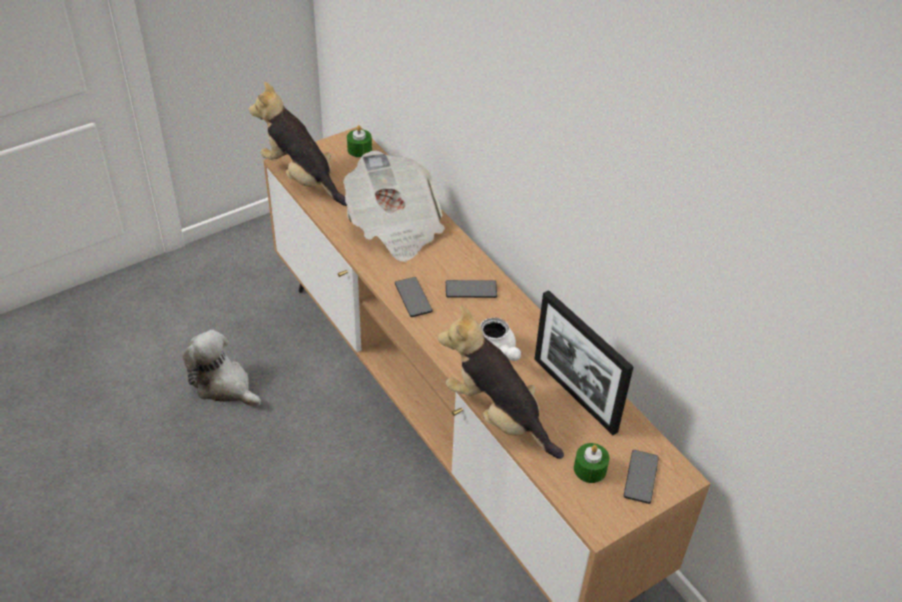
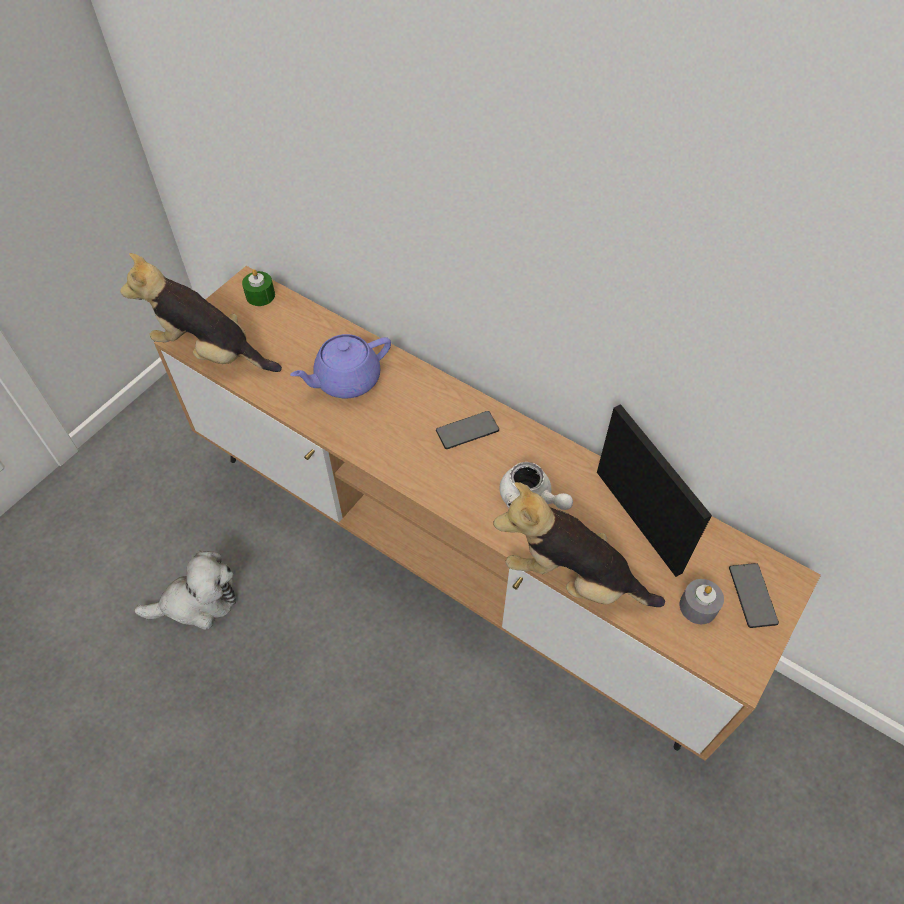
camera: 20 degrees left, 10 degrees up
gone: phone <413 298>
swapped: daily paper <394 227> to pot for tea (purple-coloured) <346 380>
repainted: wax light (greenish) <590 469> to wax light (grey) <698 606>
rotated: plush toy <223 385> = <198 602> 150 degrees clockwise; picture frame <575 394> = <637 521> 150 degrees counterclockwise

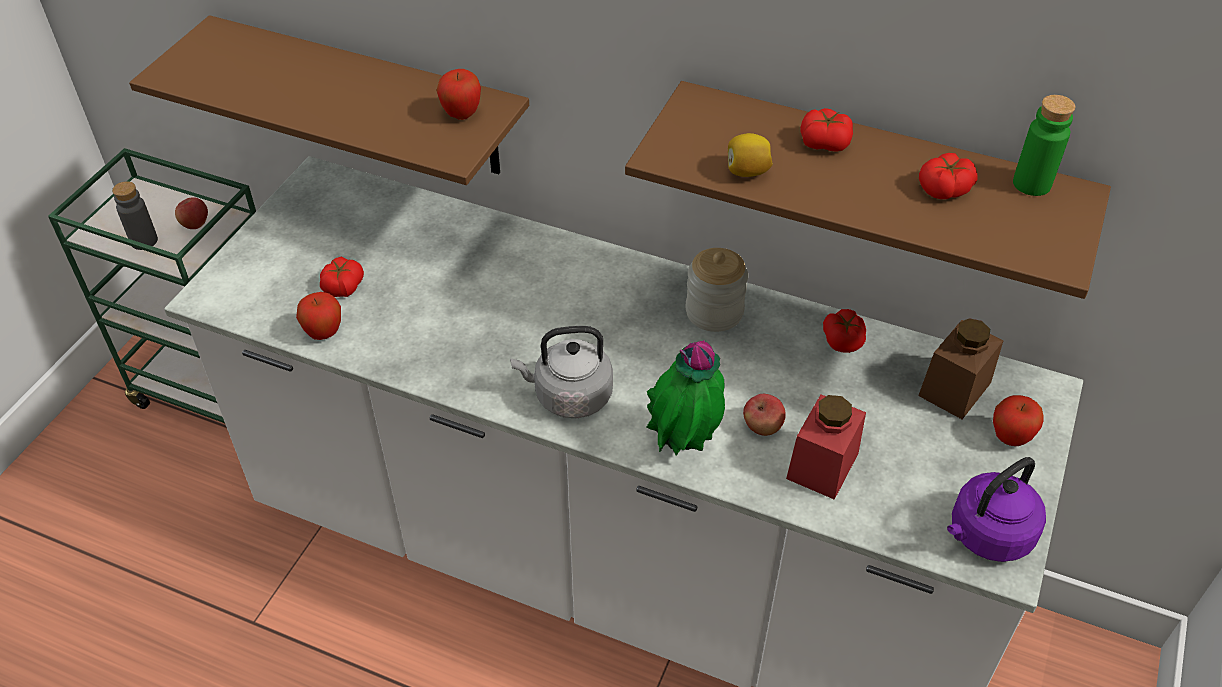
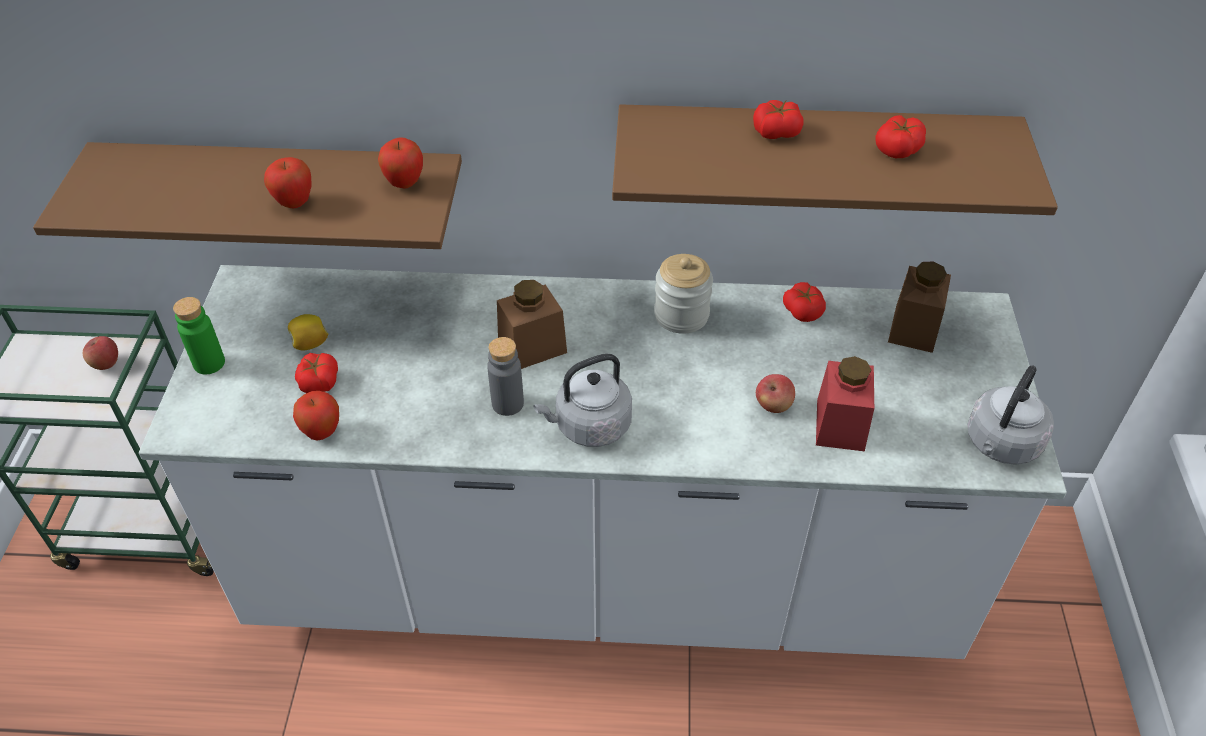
camera: 20 degrees left, 0 degrees up
gone: potted plant <684 446>
new: storage jar (brown) <532 347>
shifted: bottle (greenish) <1031 184> to <209 363>; apple <1010 438> to <294 203>; citrus fruit <747 171> to <310 344>; bottle (grey) <144 241> to <507 403>
repainted: water kettle (purple-coloured) <987 535> to water kettle (grey) <1000 445>

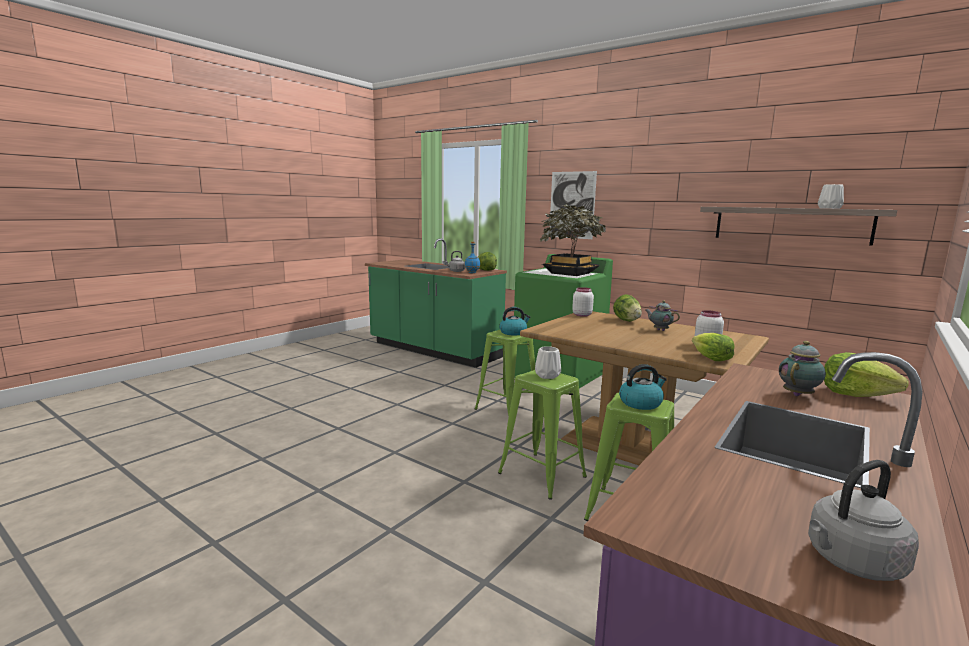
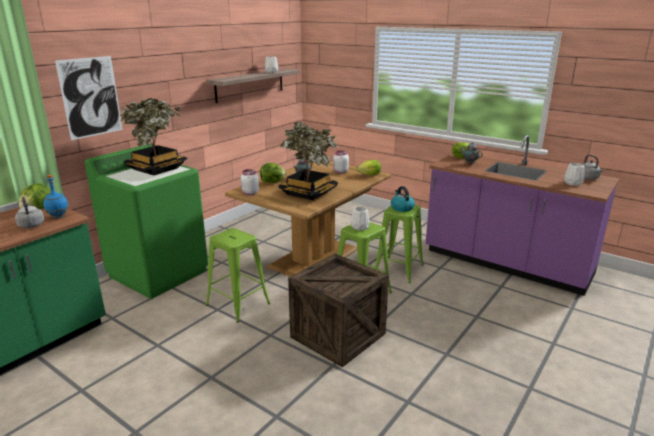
camera: 90 degrees left, 10 degrees up
gone: water kettle <513 332>
new: potted plant <308 193>; crate <338 335>; flower vase (whitish) <573 183>

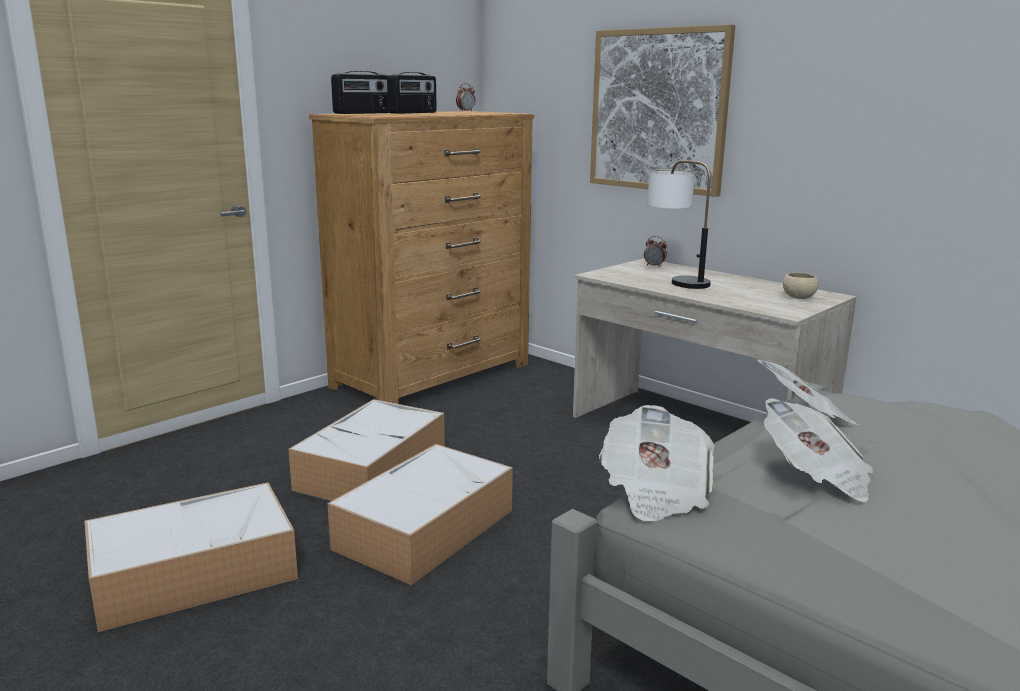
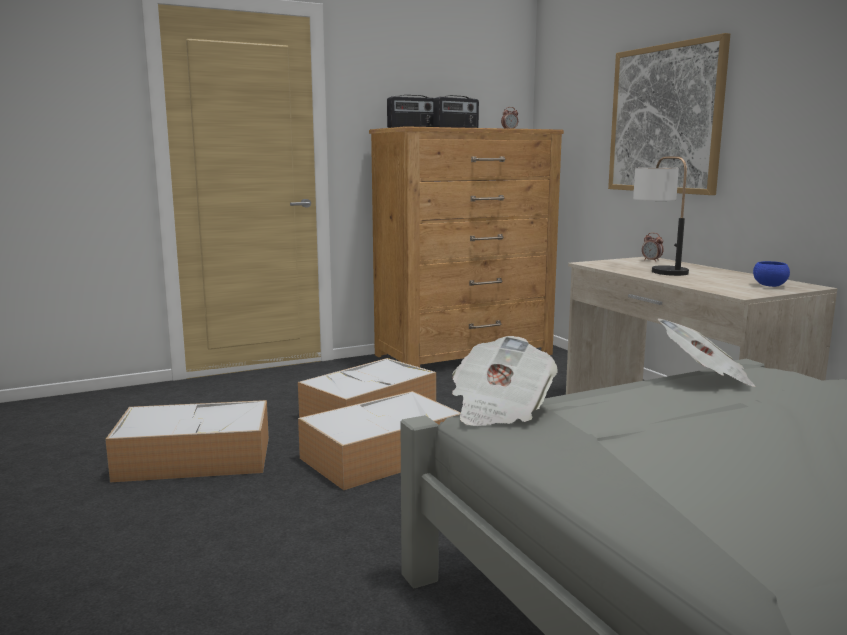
camera: 20 degrees right, 5 degrees down
gone: daily paper <816 477>
repainted: deep dish (sand-coloured) <799 297> to deep dish (blue) <769 285>

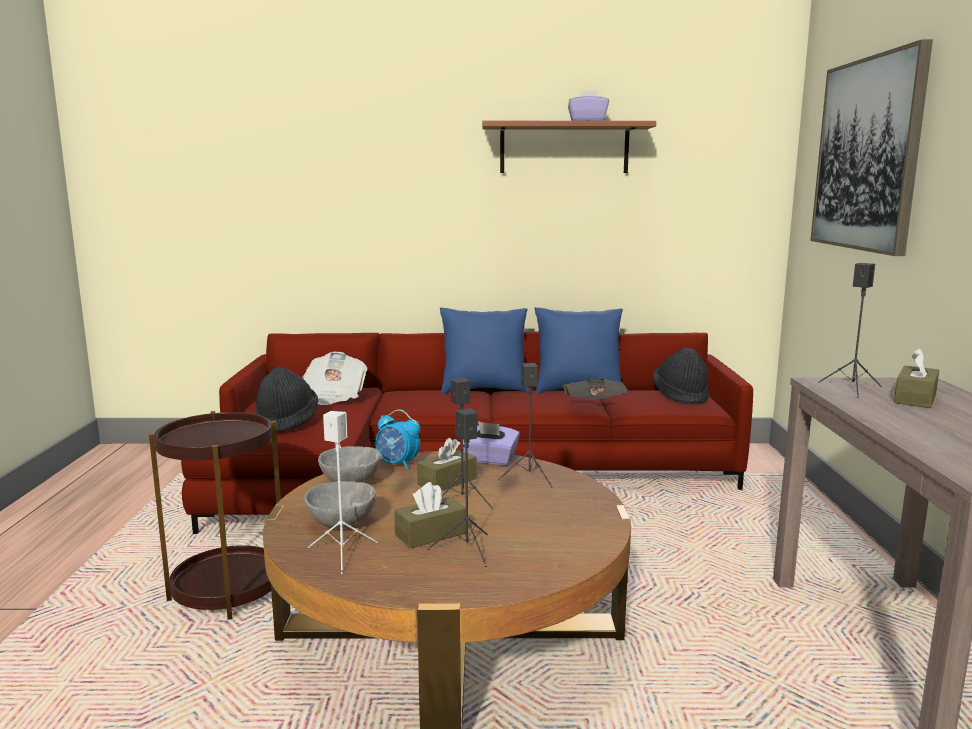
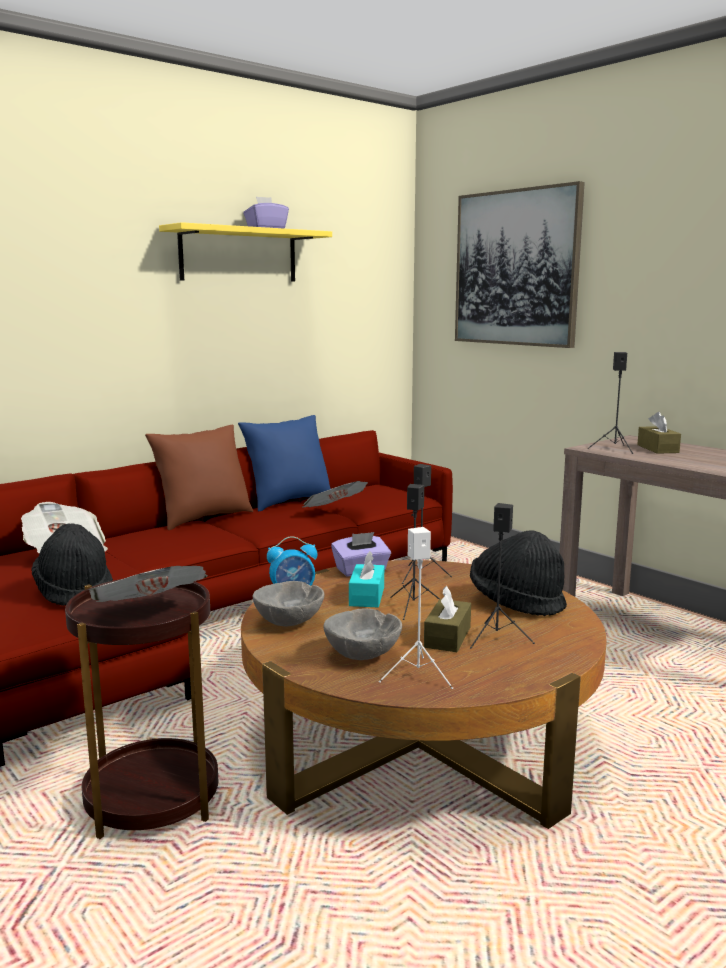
camera: 40 degrees left, 0 degrees up
new: daily paper <150 615>
shifted: wearable hat (black) <681 396> to <516 602>
repainted: throw pillow (blue) <484 390> to throw pillow (brown) <203 518>; wall shelf (brown) <564 148> to wall shelf (yellow) <239 255>; tissue holder (brown) <447 481> to tissue holder (blue-green) <367 596>

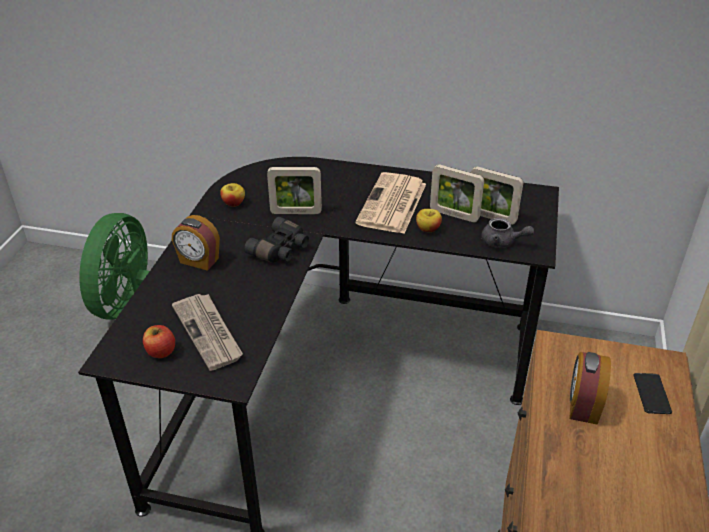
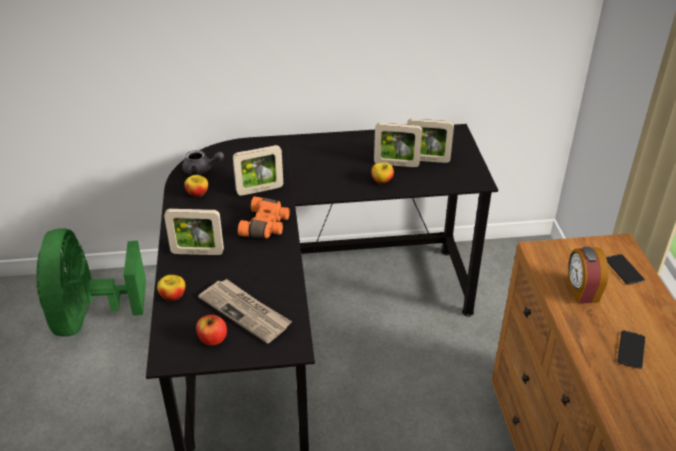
camera: 20 degrees left, 0 degrees up
gone: daily paper <392 204>
new: apple <173 296>; phone <631 350>
shifted: pot for tea (grey) <502 242> to <201 170>
swapped: alarm clock <198 261> to picture frame <197 252>
repainted: binoculars (black) <281 250> to binoculars (orangey) <266 226>

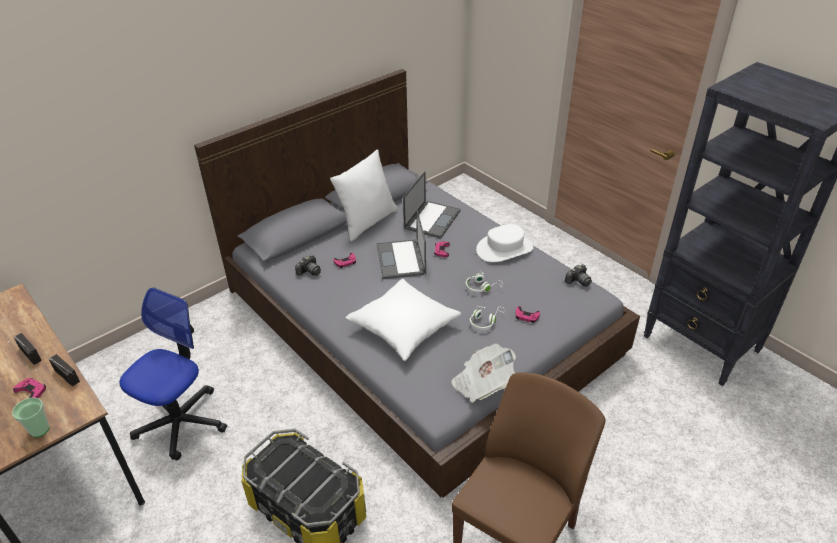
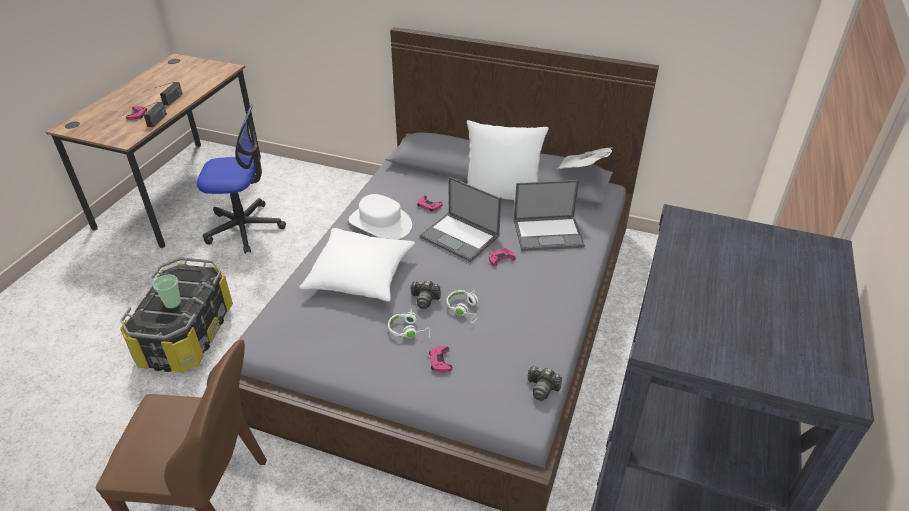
camera: 60 degrees right, 0 degrees up
shifted: drinking cup <39 429> to <172 303>; wearable hat (whitish) <504 249> to <380 223>; photo camera <309 271> to <425 299>; daily paper <482 383> to <582 170>
rotated: notebook computer <401 260> = <460 237> 105 degrees counterclockwise

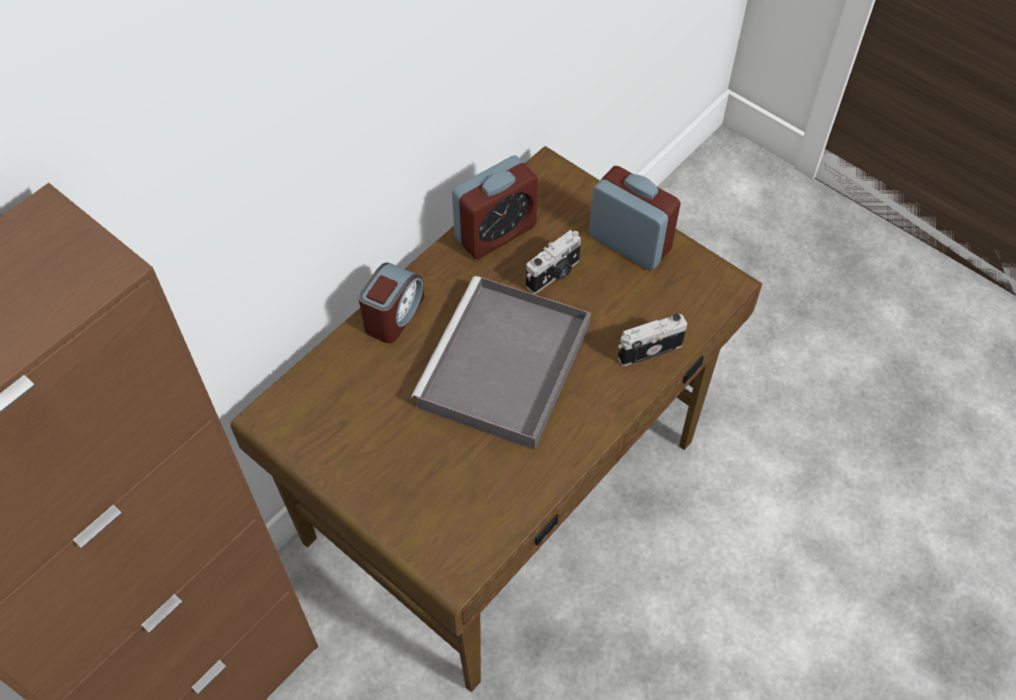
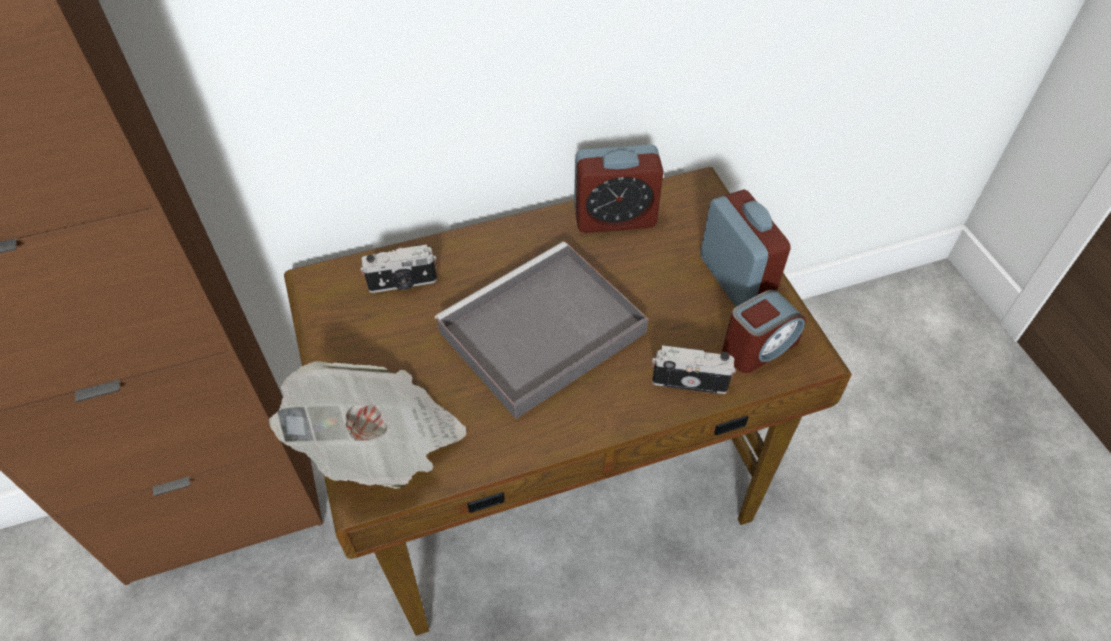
camera: 30 degrees right, 5 degrees down
new: daily paper <381 443>
shifted: photo camera <554 274> to <403 284>; alarm clock <393 315> to <758 347>

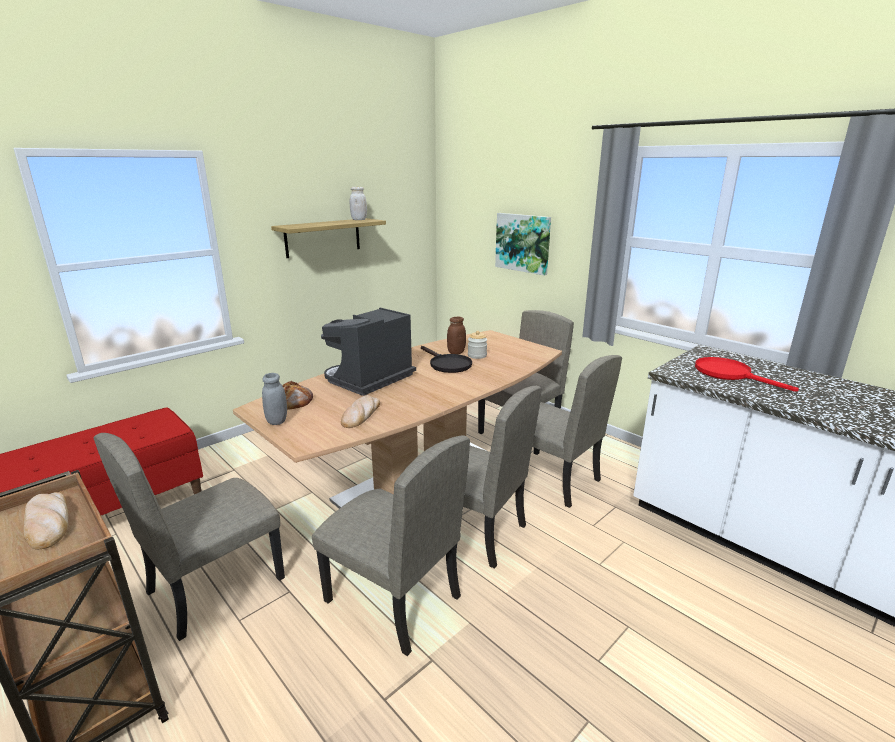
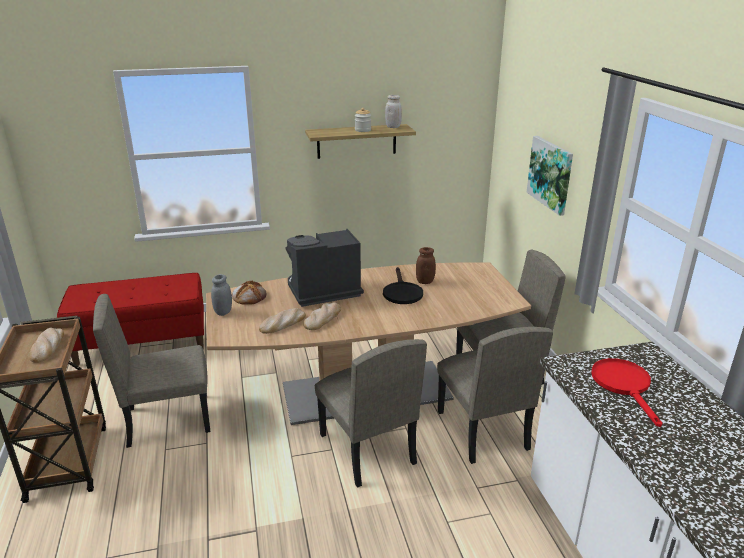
camera: 30 degrees right, 5 degrees up
gone: upright chair (sand-coloured) <392 599>
new: bakery bread <322 318>
shifted: storage jar <477 355> to <363 130>

